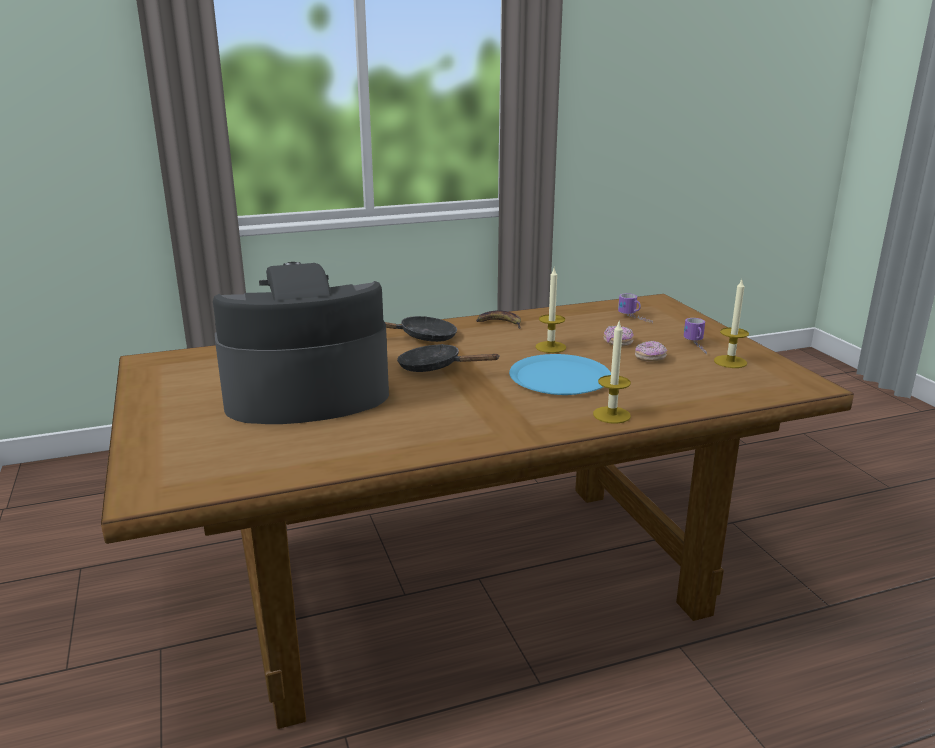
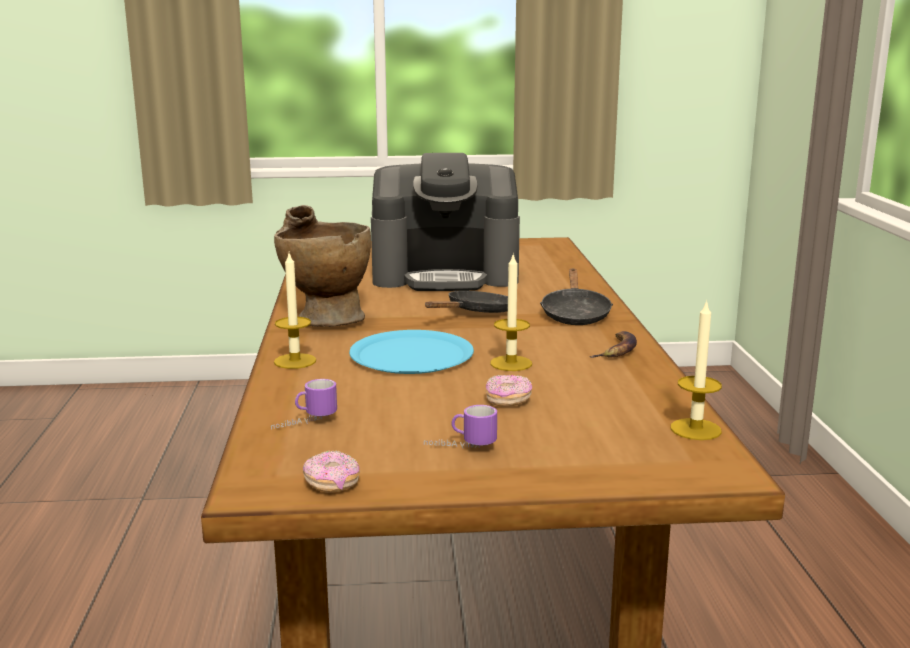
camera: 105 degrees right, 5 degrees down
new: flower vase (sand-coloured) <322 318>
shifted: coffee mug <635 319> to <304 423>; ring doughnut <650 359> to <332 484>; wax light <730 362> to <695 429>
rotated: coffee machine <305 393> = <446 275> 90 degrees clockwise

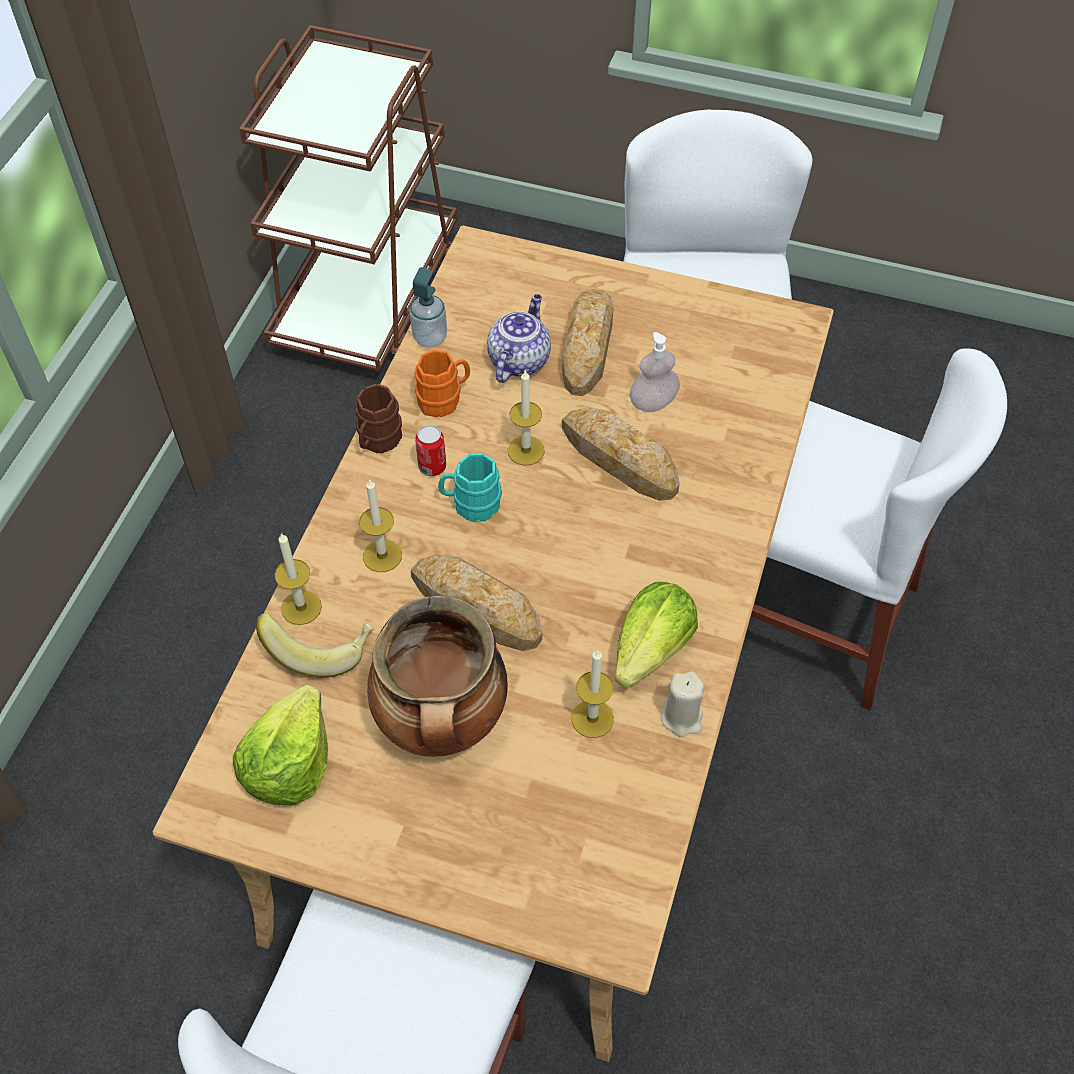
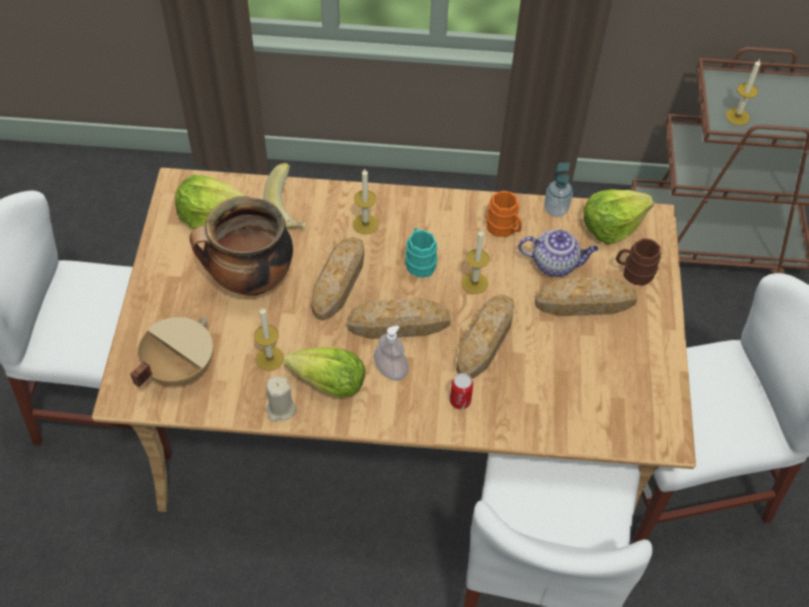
camera: 75 degrees right, 0 degrees up
new: cooking pot (sand-coloured) <179 367>; bakery bread <398 324>; head of lettuce <611 225>
shifted: soap bottle <653 402> to <391 369>; sealed can <432 466> to <460 401>; coffee mug (brown) <377 440> to <633 272>; wax light <301 607> to <737 116>

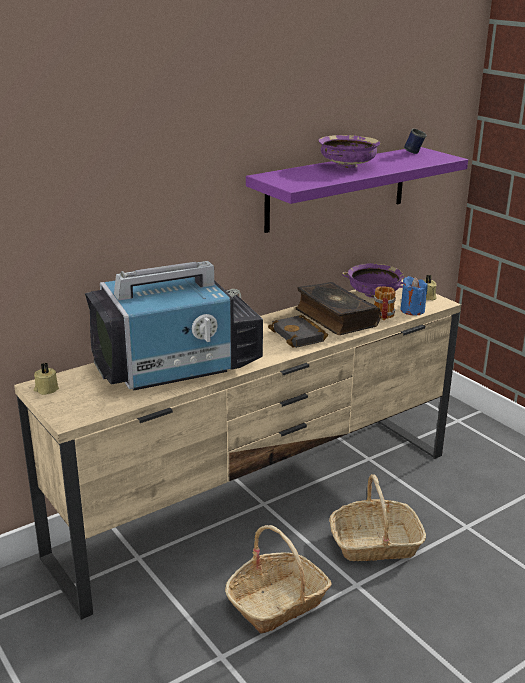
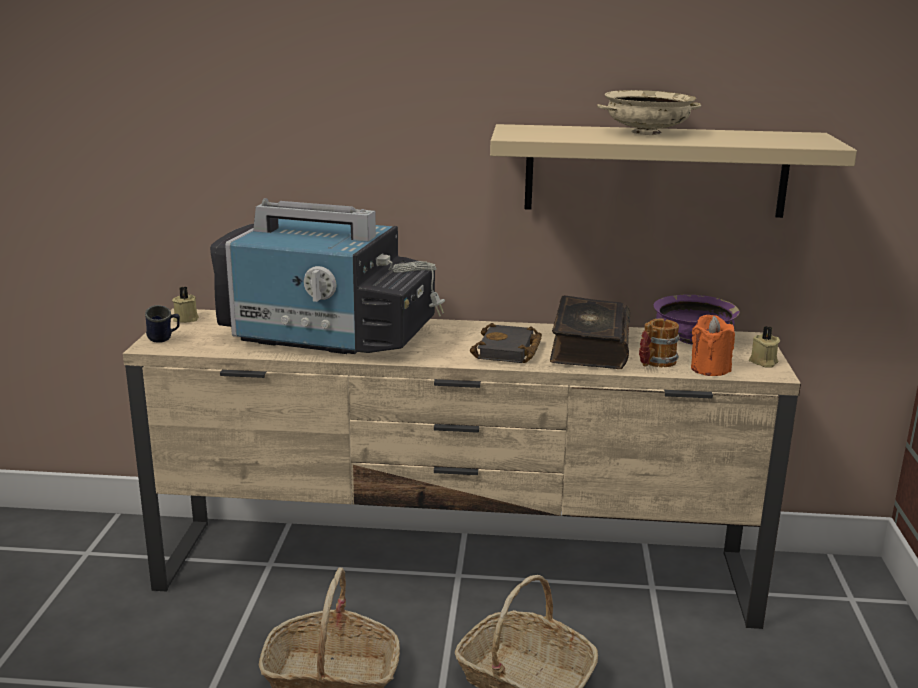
camera: 40 degrees right, 5 degrees down
shifted: coffee mug (blue) <414 152> to <164 340>
repainted: wall shelf (purple-coloured) <337 188> to wall shelf (sand-coloured) <655 171>; deep dish (purple-coloured) <348 166> to deep dish (sand-coloured) <647 133>; wax light (blue) <412 310> to wax light (orangey) <709 369>

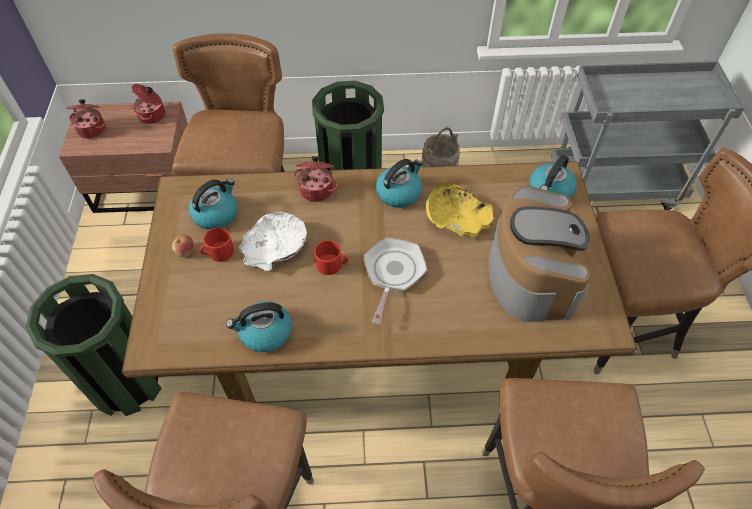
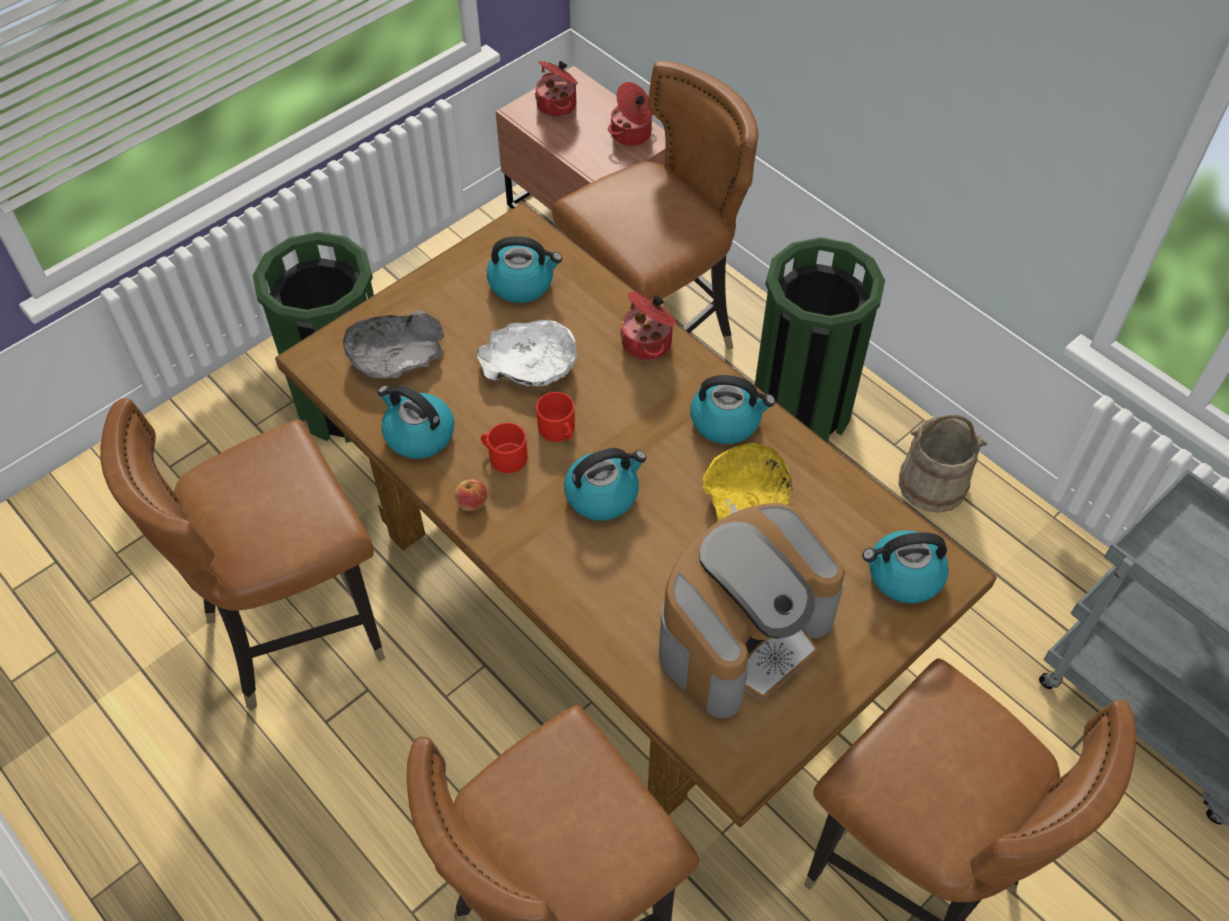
camera: 50 degrees right, 0 degrees up
new: deep dish (grey) <395 356>
shifted: apple <185 251> to <472 502>; coffee mug (reddish) <217 252> to <504 456>
swapped: pan <393 273> to water kettle <603 494>

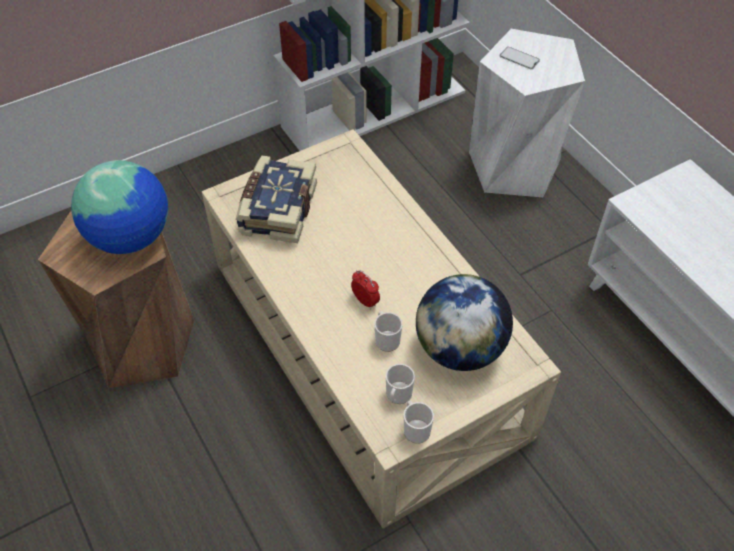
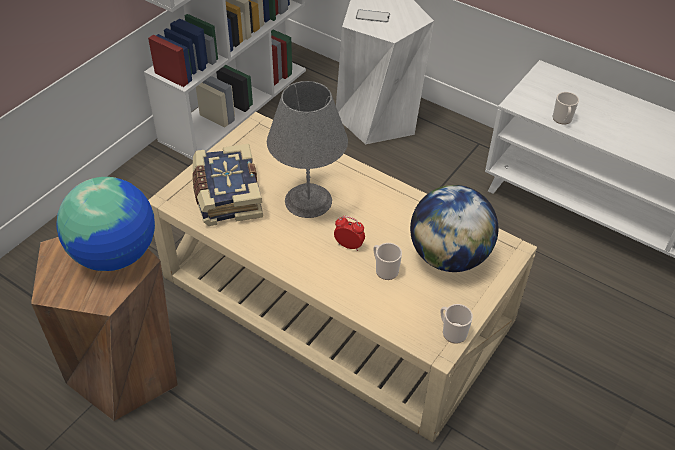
camera: 25 degrees left, 5 degrees down
new: lamp for a table (grey) <309 201>
shifted: coffee mug <397 395> to <562 120>

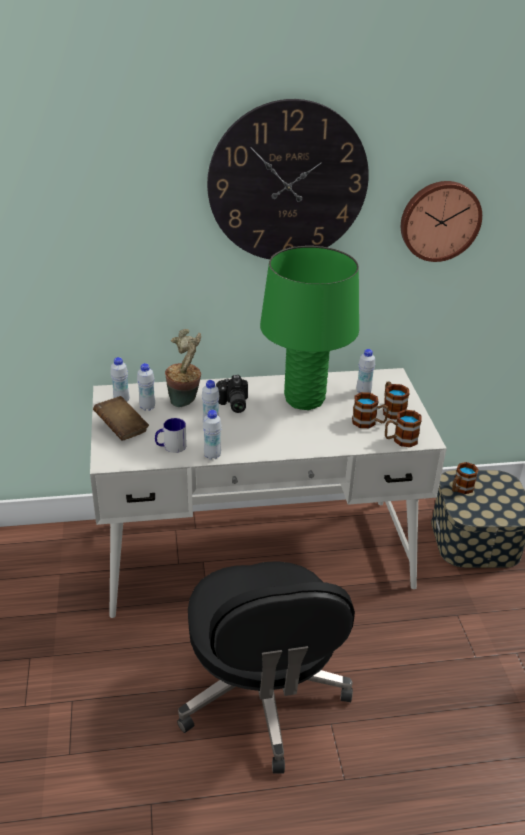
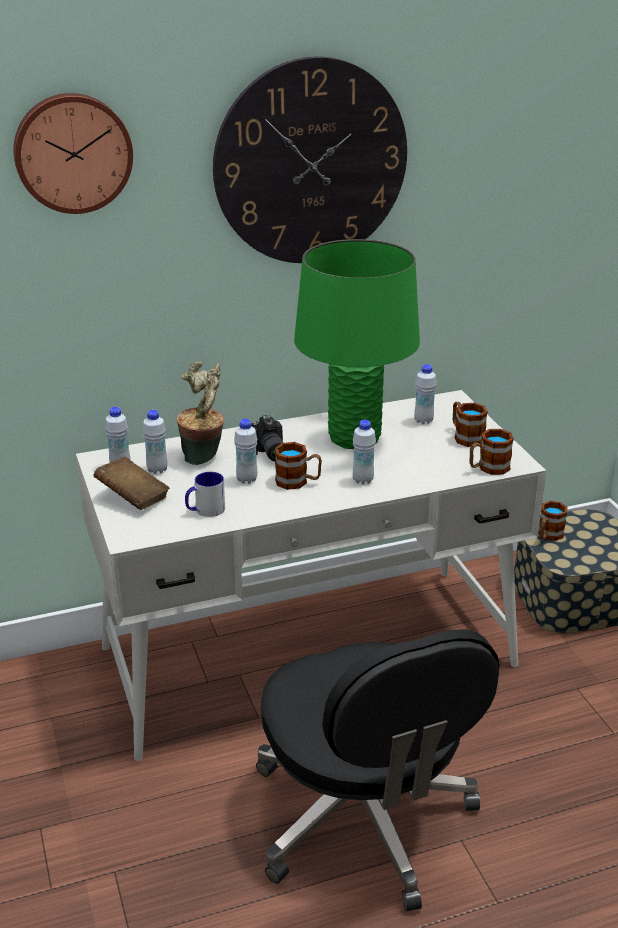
camera: 10 degrees left, 5 degrees down
shifted: hanging clock <439 220> to <72 152>; coffee mug <369 422> to <298 482>; bottle (whitish) <212 455> to <363 480>

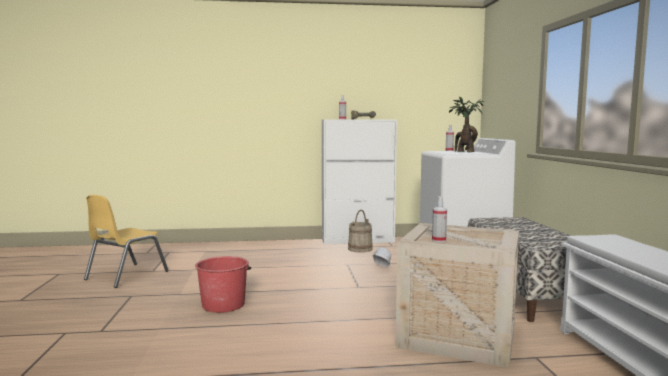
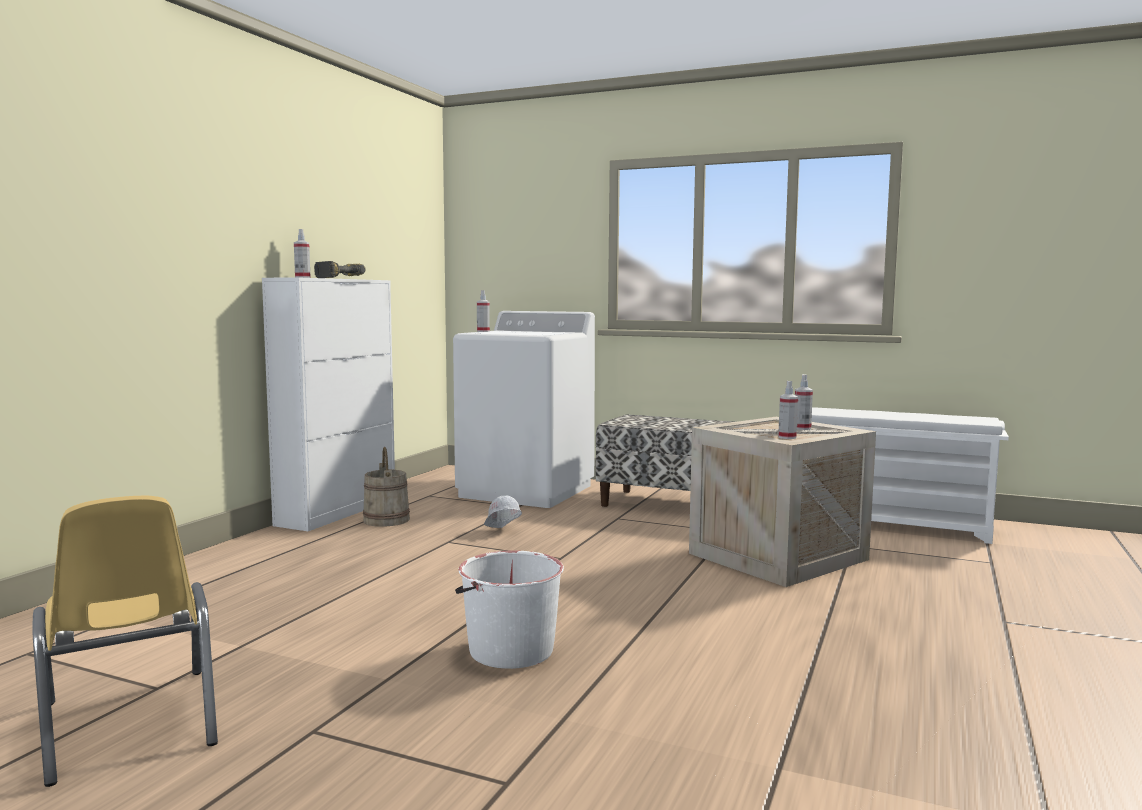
camera: 60 degrees left, 0 degrees up
gone: potted plant <464 152>
new: spray bottle <802 428>
repainted: bucket (reddish) <223 304> to bucket (whitish) <510 650>

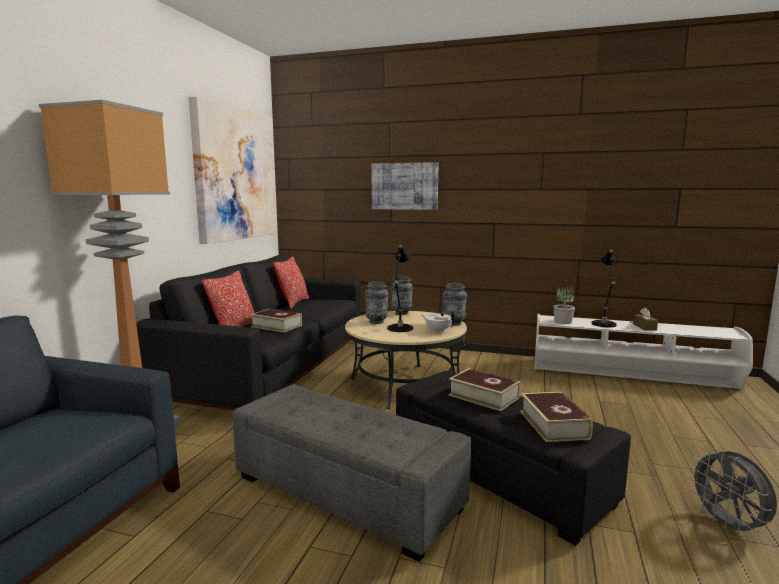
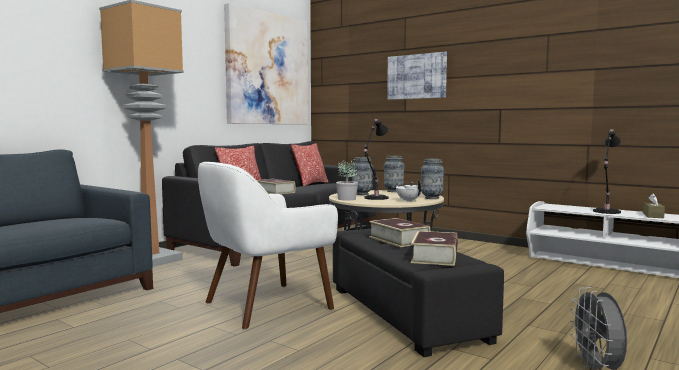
camera: 20 degrees right, 5 degrees down
shifted: potted plant <563 322> to <347 199>
swapped: ottoman (grey) <345 493> to lounge chair (whitish) <265 306>

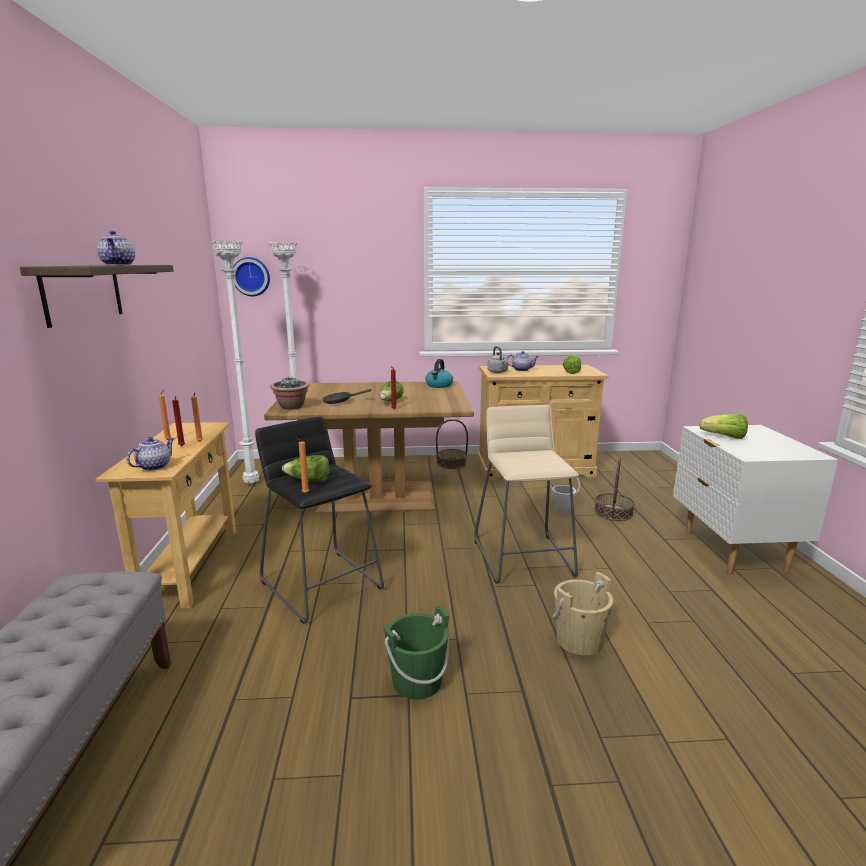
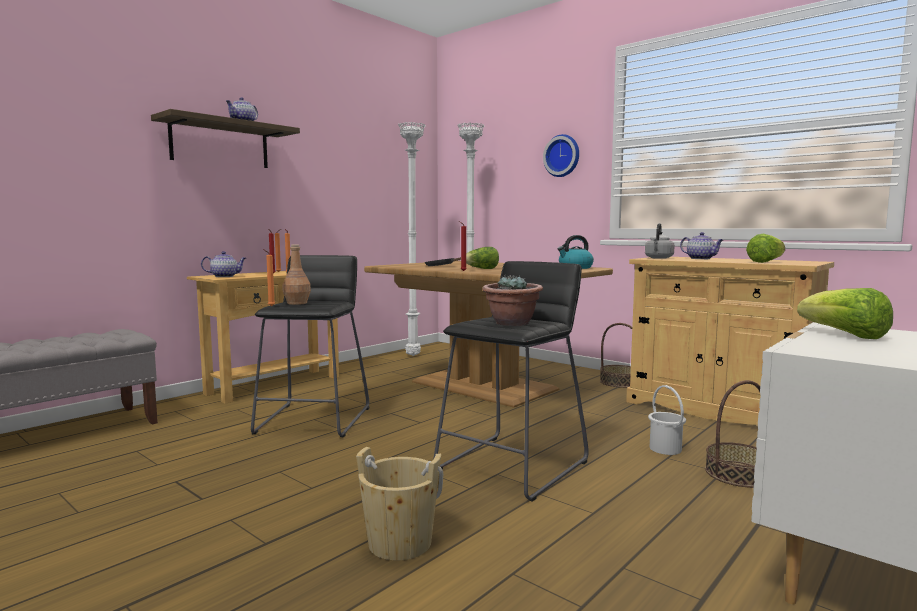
camera: 45 degrees right, 10 degrees down
gone: bucket (greenish) <417 681>
shifted: potted plant <292 407> to <512 323>; hanging clock <251 276> to <563 156>
swapped: head of lettuce <308 481> to bottle (brown) <297 303>
repainted: stool seat (sand-coloured) <523 557> to stool seat (black) <512 466>

